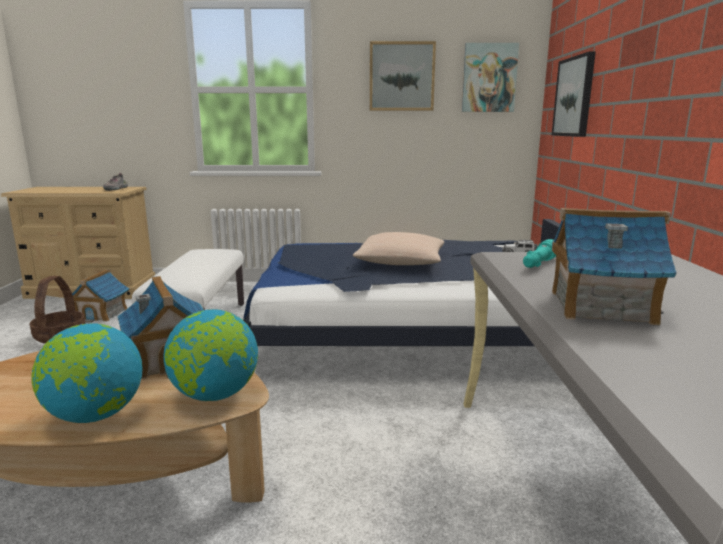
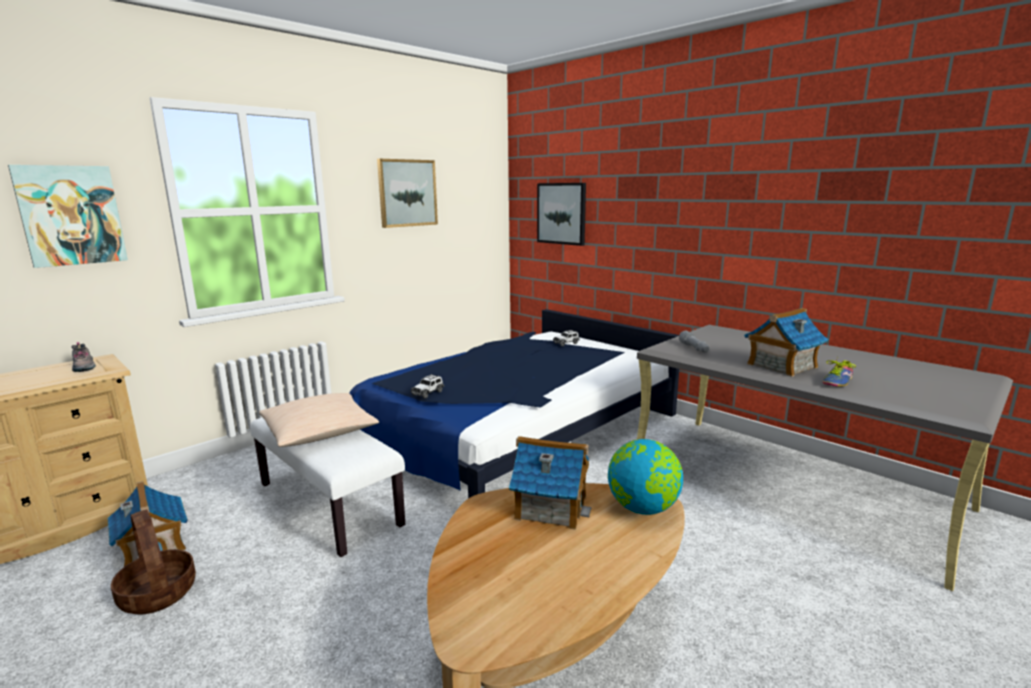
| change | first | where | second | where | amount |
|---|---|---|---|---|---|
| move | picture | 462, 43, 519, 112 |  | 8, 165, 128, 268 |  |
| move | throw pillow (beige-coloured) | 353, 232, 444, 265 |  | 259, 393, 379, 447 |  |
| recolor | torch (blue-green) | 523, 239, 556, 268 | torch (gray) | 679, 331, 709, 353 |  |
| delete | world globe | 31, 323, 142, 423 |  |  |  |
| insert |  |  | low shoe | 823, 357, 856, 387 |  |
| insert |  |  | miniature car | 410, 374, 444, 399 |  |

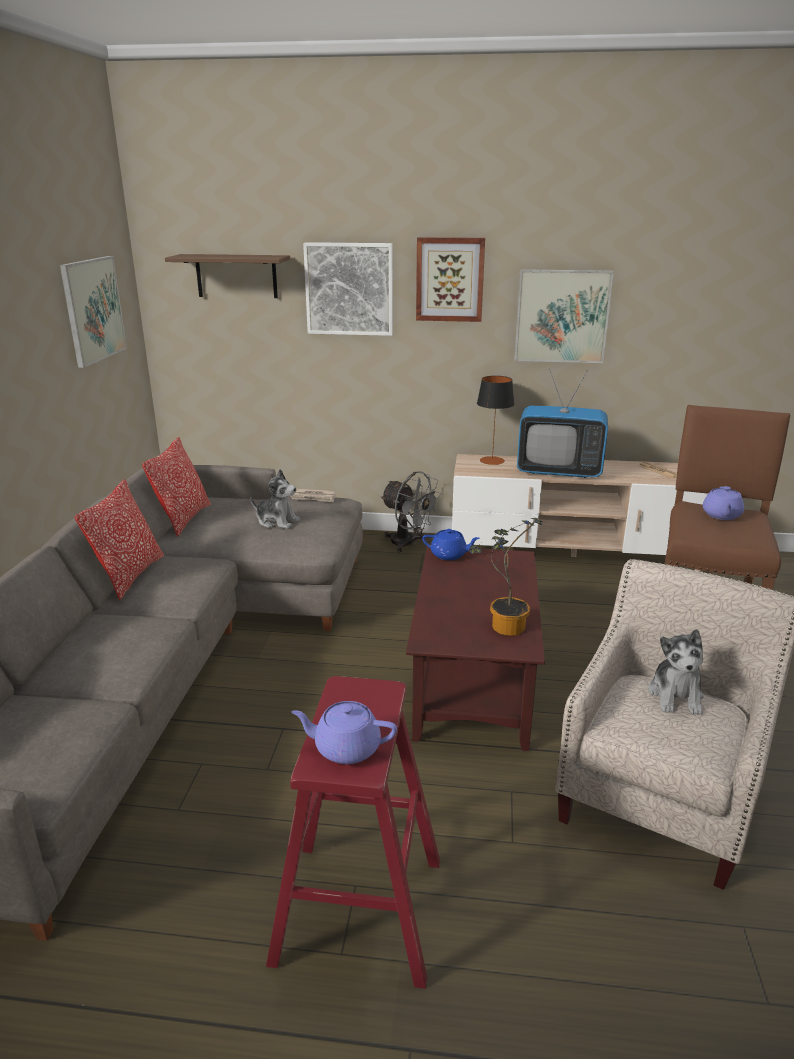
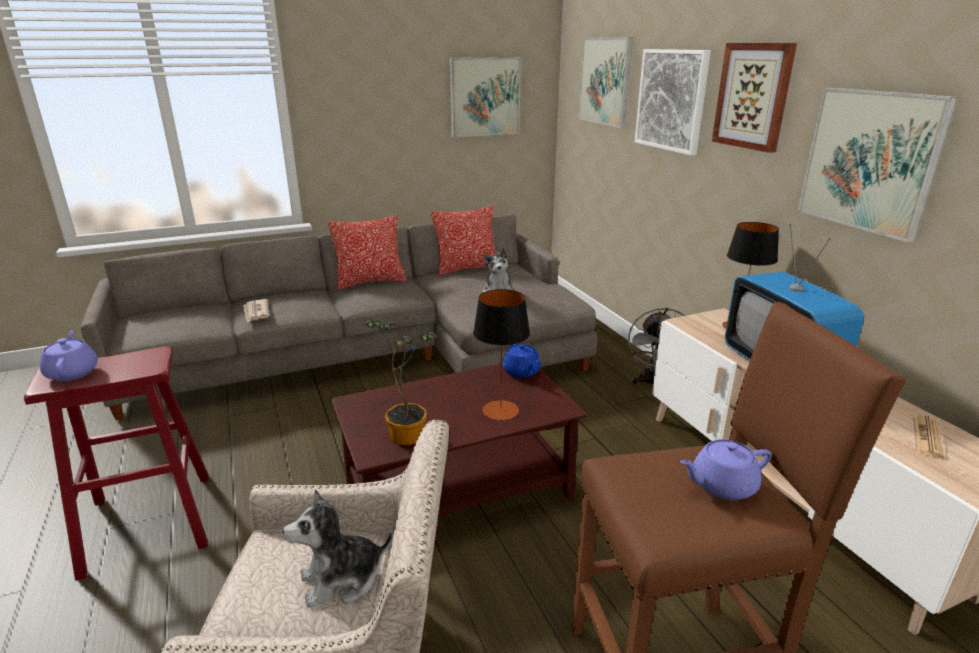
| change | first | where | second | where | amount |
|---|---|---|---|---|---|
| replace | wall shelf | 165, 254, 290, 298 | picture | 579, 37, 633, 128 |  |
| move | newspaper | 291, 488, 336, 502 |  | 243, 299, 269, 322 |  |
| insert |  |  | table lamp | 473, 289, 530, 420 |  |

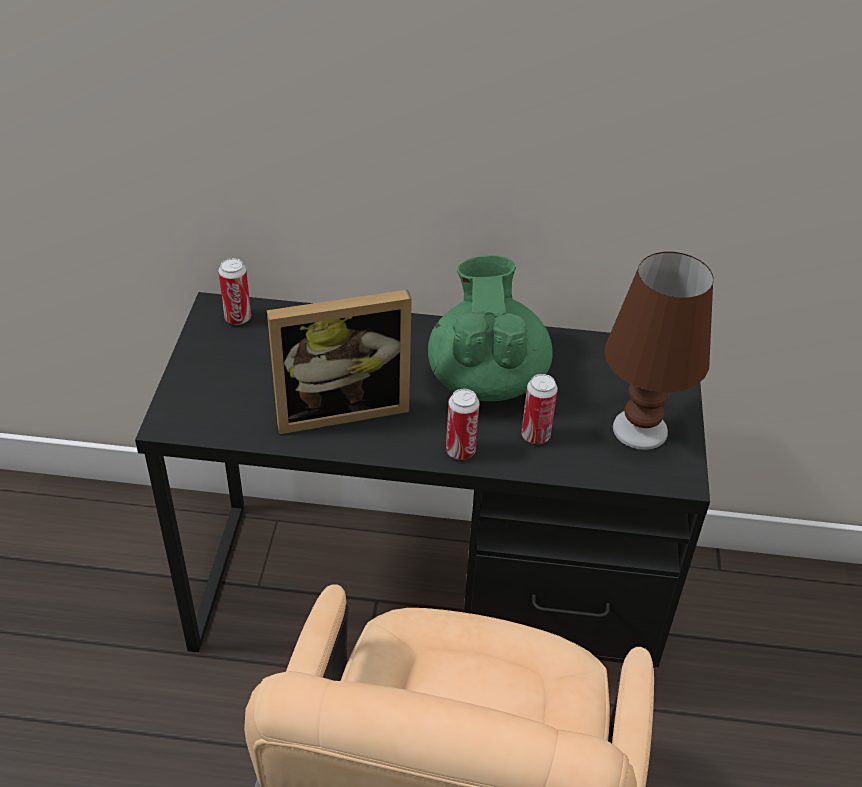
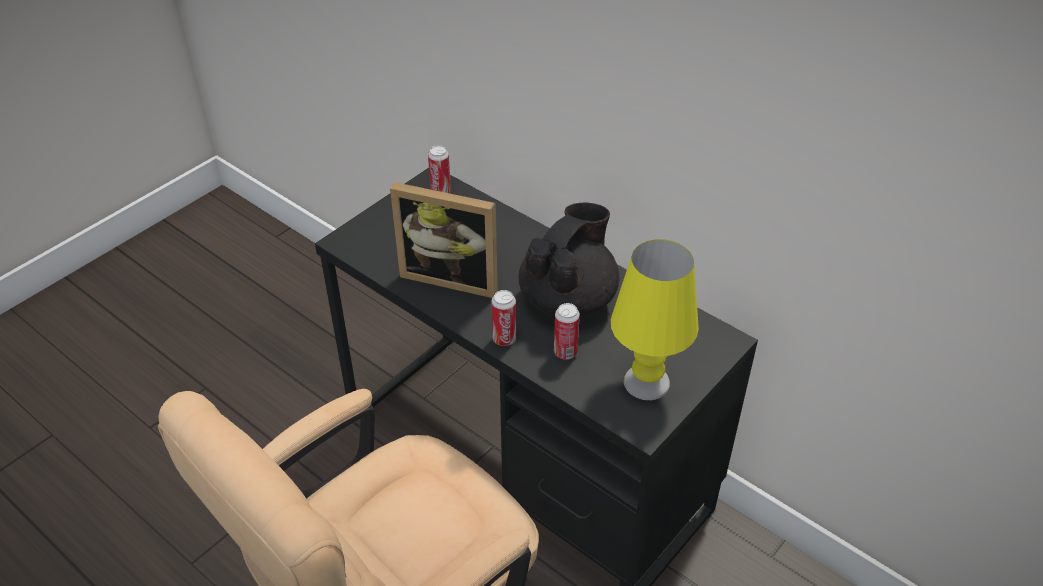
| change | first | where | second | where | amount |
|---|---|---|---|---|---|
| recolor | table lamp (brownish) | 605, 252, 713, 450 | table lamp (yellow-coloured) | 611, 239, 699, 400 |  |
| recolor | tea pot (green-coloured) | 428, 255, 553, 401 | tea pot (black) | 519, 203, 619, 317 |  |

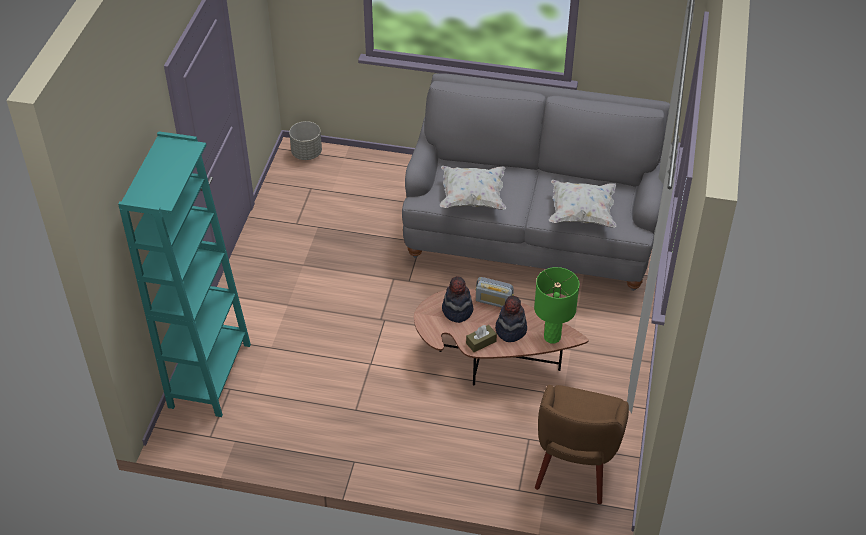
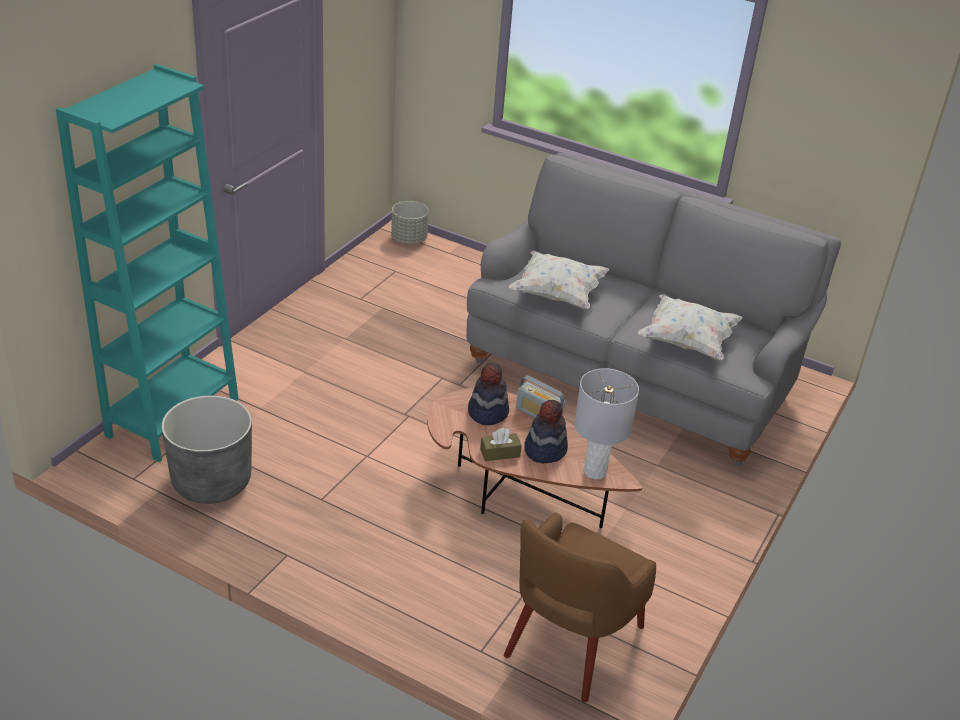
| change | first | where | second | where | amount |
|---|---|---|---|---|---|
| recolor | table lamp (green-coloured) | 534, 267, 579, 344 | table lamp (gray) | 574, 368, 639, 479 |  |
| insert |  |  | plant pot (gray) | 161, 395, 252, 504 |  |

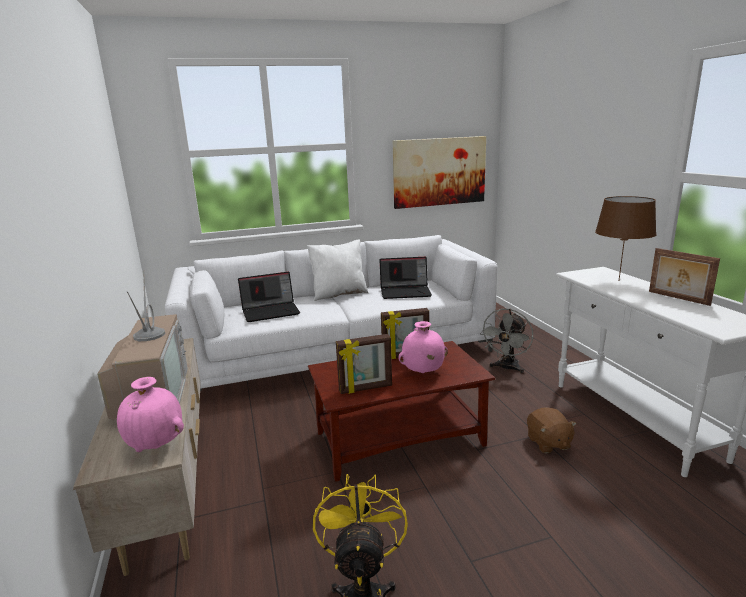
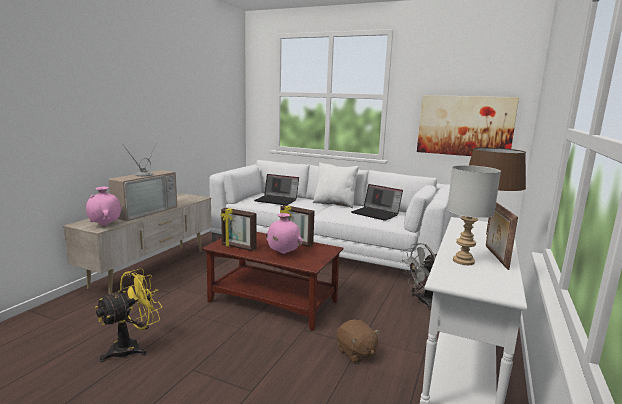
| change | first | where | second | where | amount |
|---|---|---|---|---|---|
| rotate | cuddly toy (brownish) | 527, 408, 577, 454 |  | 337, 320, 380, 363 | 60 degrees counterclockwise |
| insert |  |  | table lamp (gray) | 447, 165, 501, 265 |  |

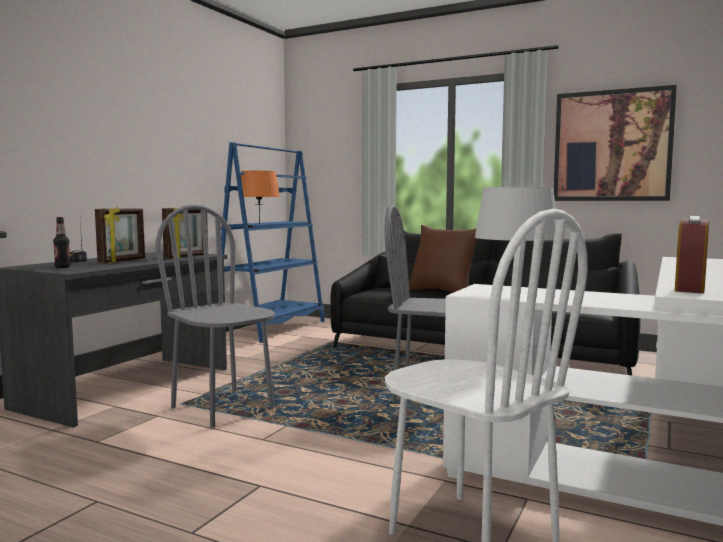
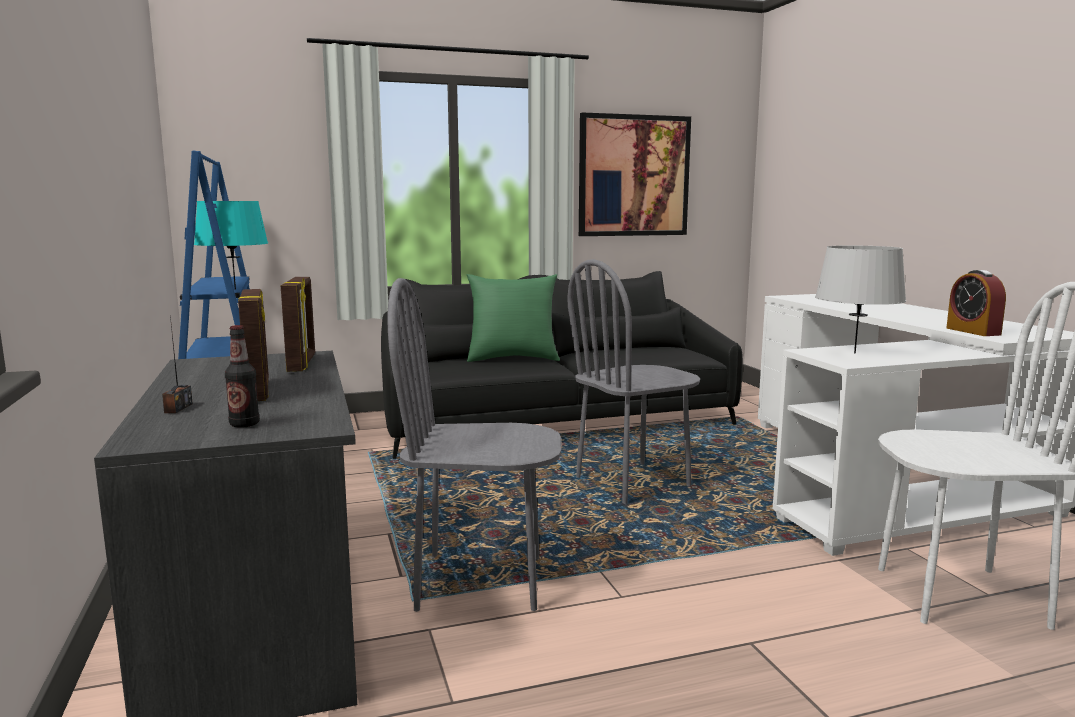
| change | first | where | second | where | amount |
|---|---|---|---|---|---|
| recolor | table lamp (orangey) | 238, 171, 280, 224 | table lamp (blue-green) | 194, 201, 268, 289 |  |
| recolor | throw pillow (brownish) | 409, 225, 478, 293 | throw pillow (green-coloured) | 467, 274, 560, 362 |  |

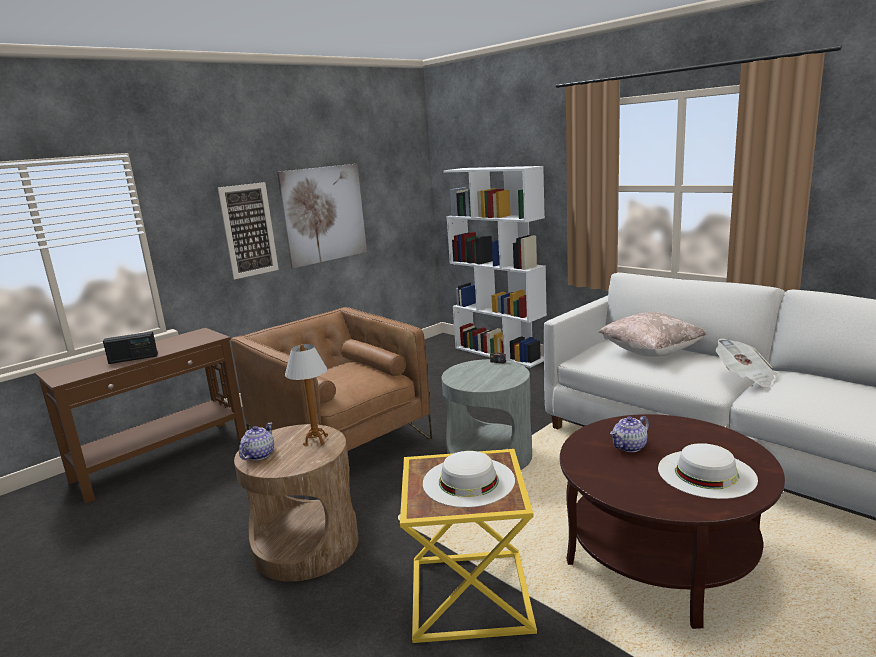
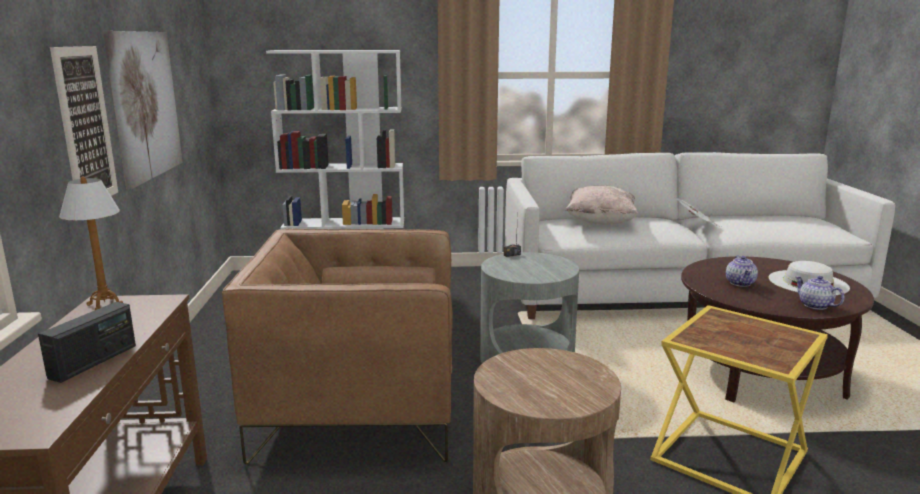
| change | first | where | second | where | amount |
|---|---|---|---|---|---|
| move | table lamp | 285, 344, 328, 446 |  | 59, 176, 123, 310 |  |
| move | tea pot | 239, 423, 274, 460 |  | 795, 276, 844, 310 |  |
| delete | wearable hat (white) | 423, 451, 515, 508 |  |  |  |

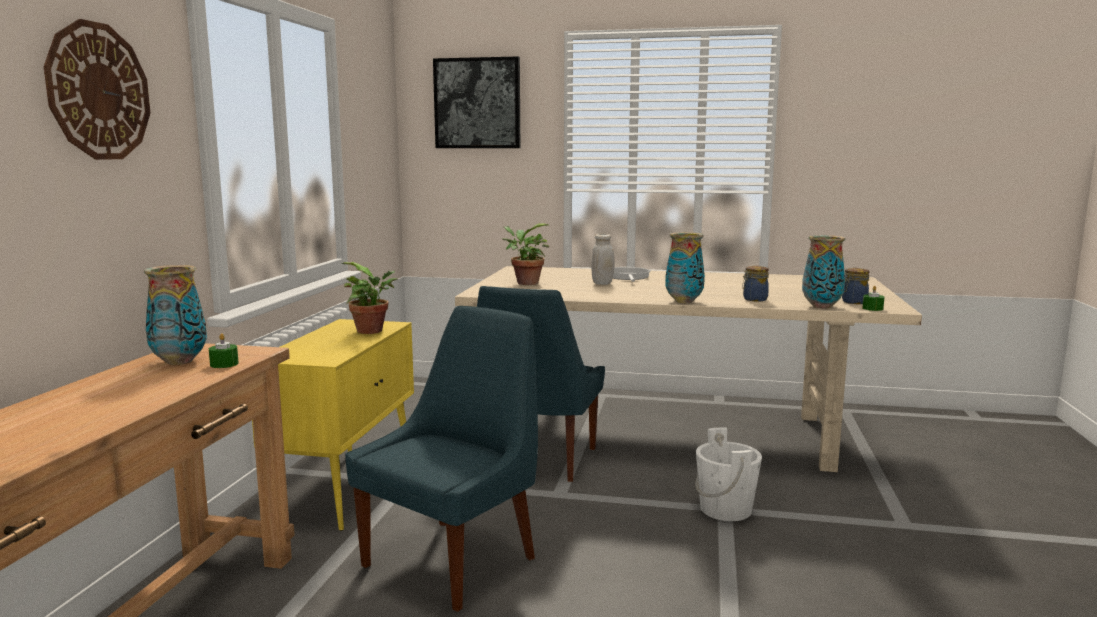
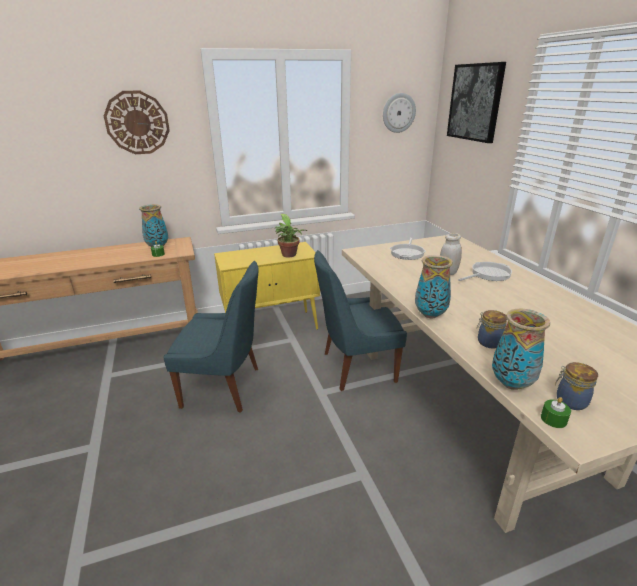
| change | first | where | second | where | amount |
|---|---|---|---|---|---|
| replace | houseplant | 502, 223, 550, 285 | frying pan | 390, 237, 426, 260 |  |
| delete | bucket (white) | 695, 428, 762, 521 |  |  |  |
| insert |  |  | wall clock | 383, 93, 416, 133 |  |

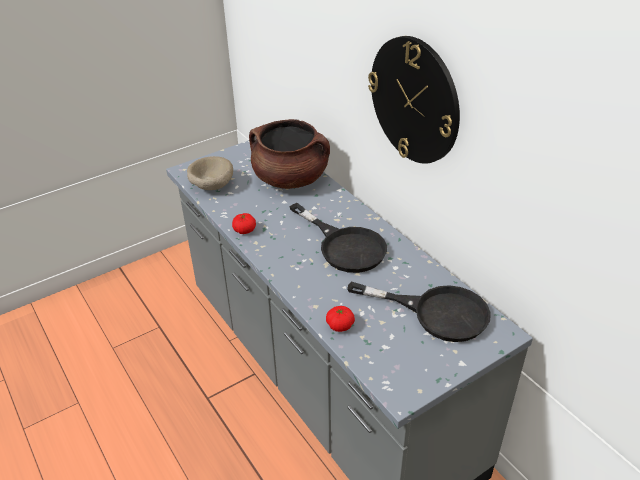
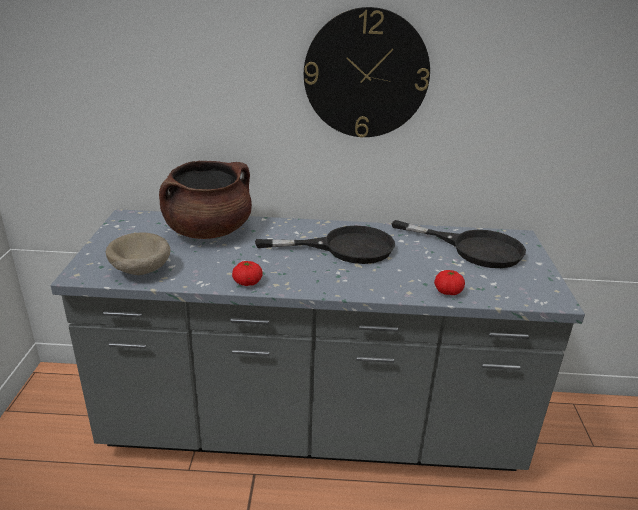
| change | first | where | second | where | amount |
|---|---|---|---|---|---|
| rotate | frying pan (black) | 347, 281, 491, 342 |  | 392, 220, 526, 268 | 60 degrees clockwise |

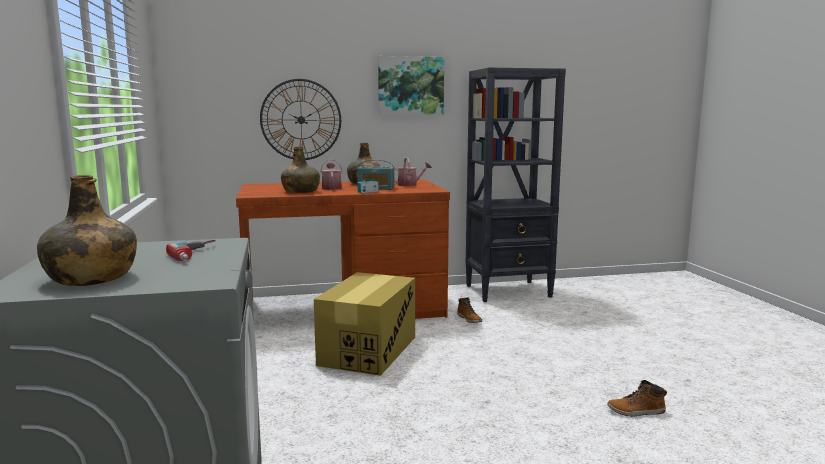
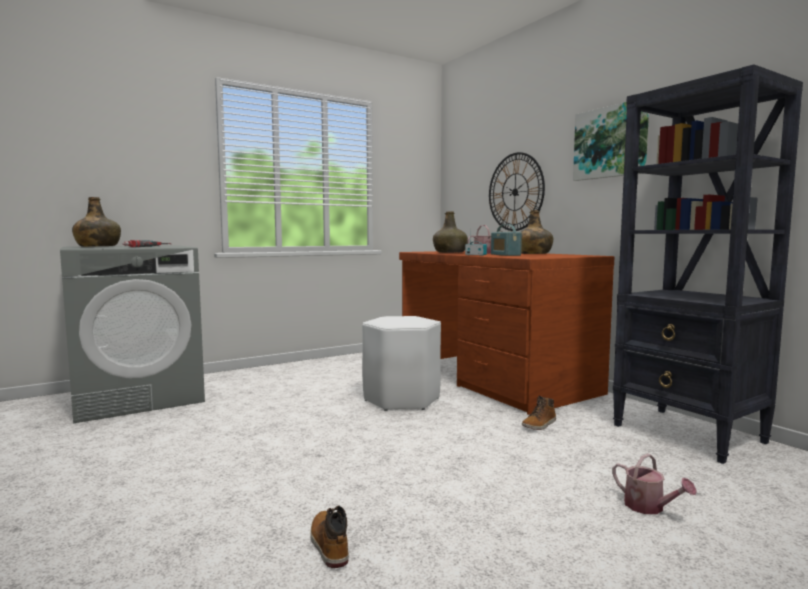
| change | first | where | second | where | amount |
|---|---|---|---|---|---|
| move | watering can | 394, 157, 432, 186 |  | 612, 453, 697, 514 |  |
| replace | cardboard box | 314, 272, 415, 376 | stool (white) | 362, 316, 441, 411 |  |

